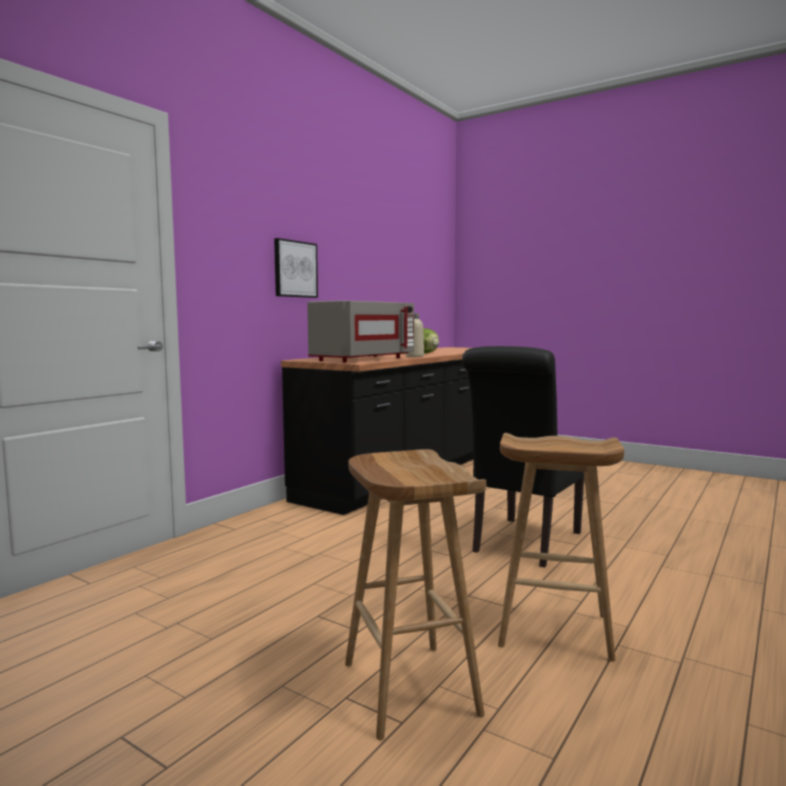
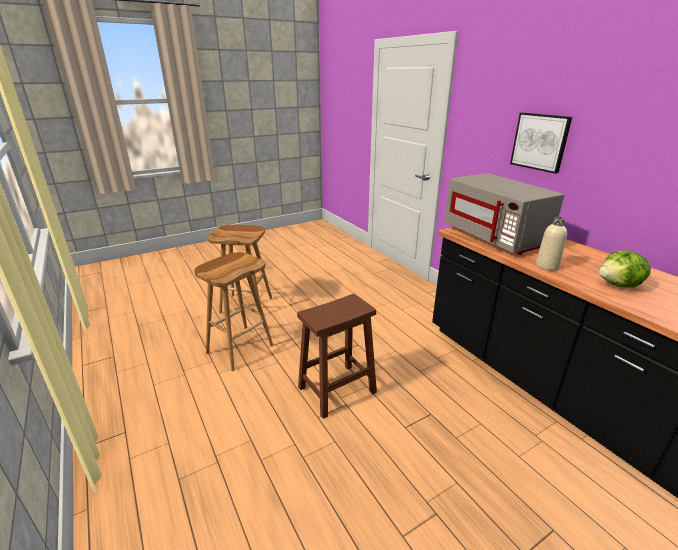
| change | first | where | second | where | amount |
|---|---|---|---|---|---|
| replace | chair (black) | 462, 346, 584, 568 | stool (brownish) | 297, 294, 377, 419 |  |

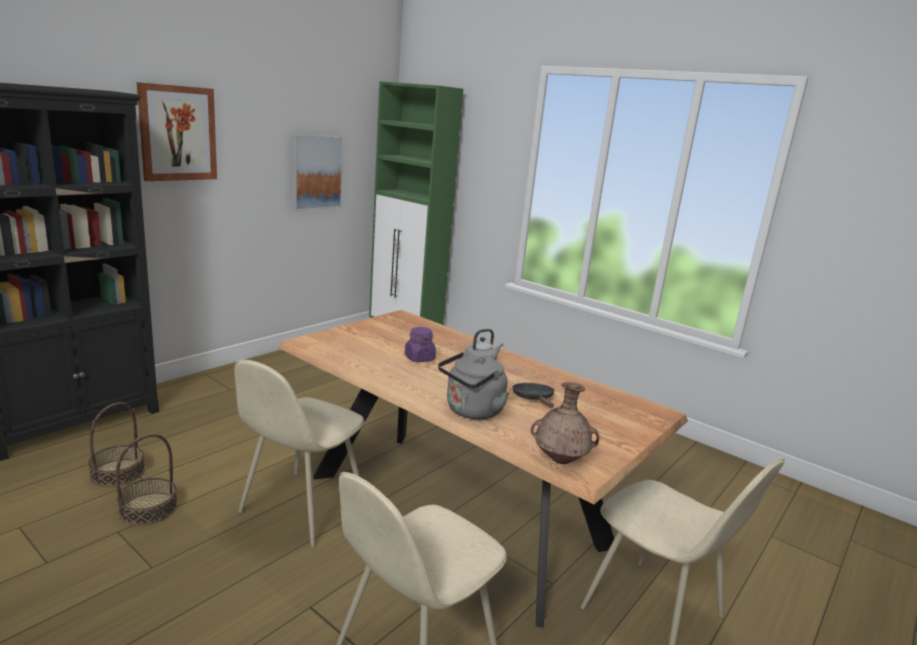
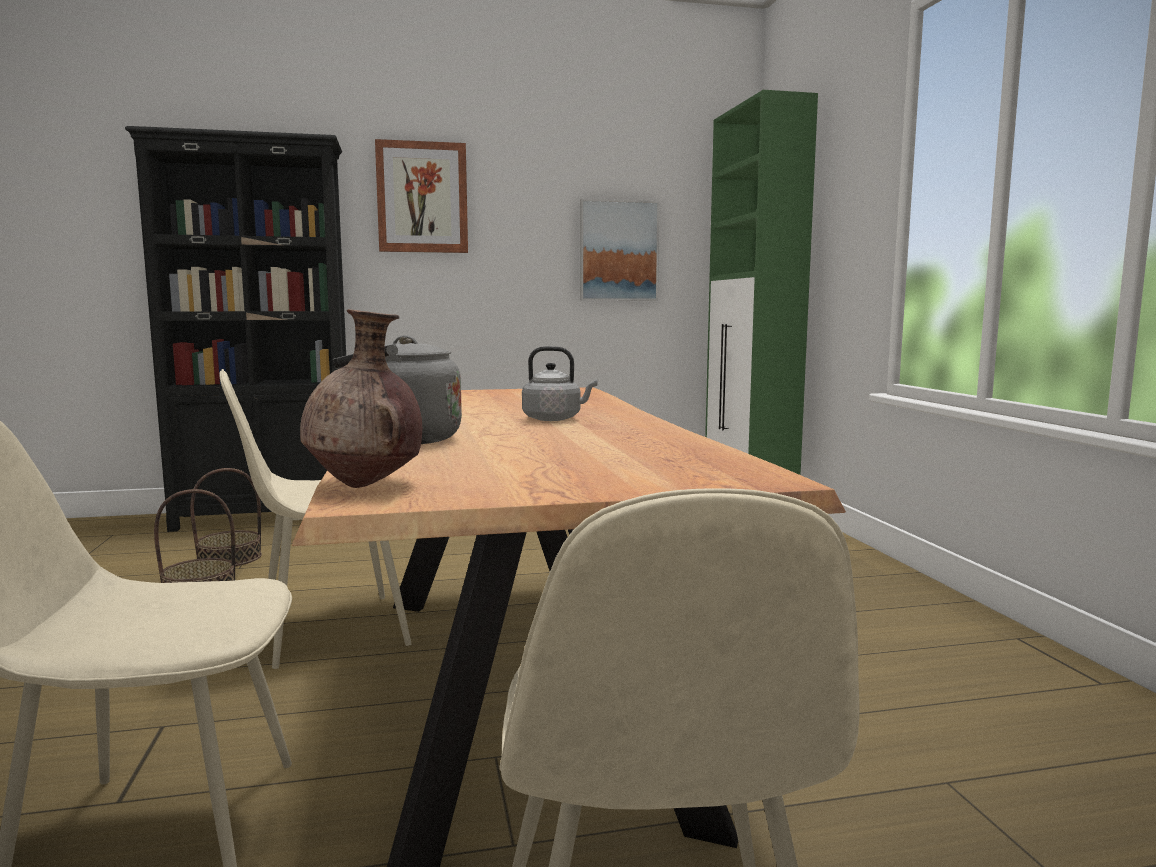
| change | first | where | second | where | amount |
|---|---|---|---|---|---|
| delete | jar (purple-coloured) | 405, 327, 436, 362 |  |  |  |
| delete | frying pan (black) | 512, 383, 555, 408 |  |  |  |

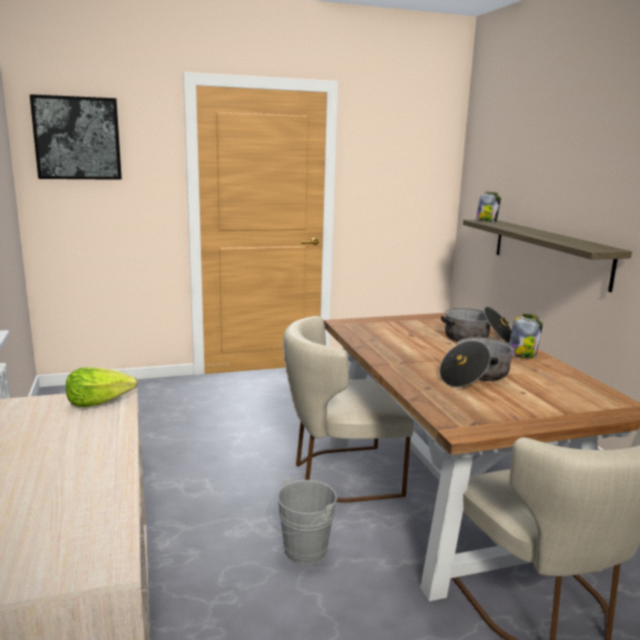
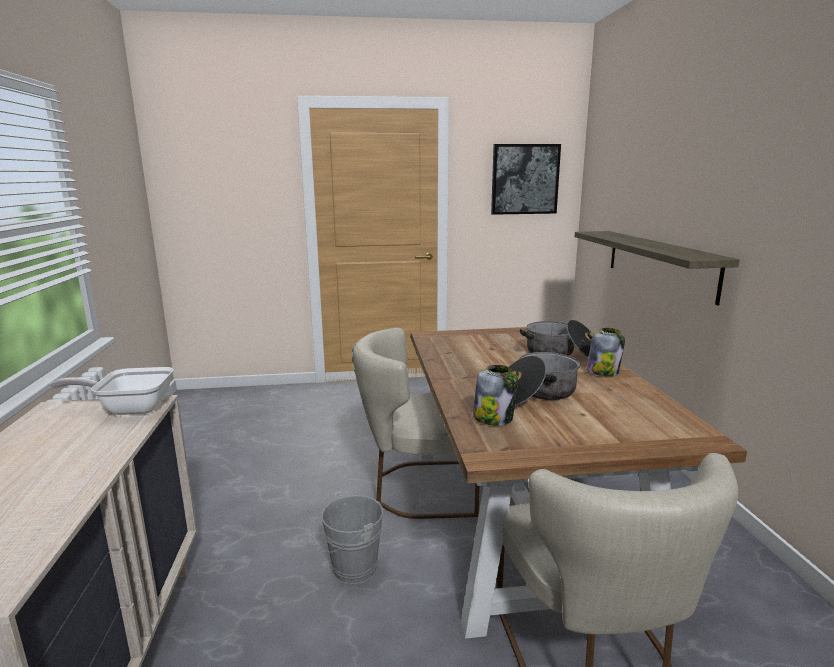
| change | first | where | second | where | amount |
|---|---|---|---|---|---|
| move | picture | 30, 94, 122, 180 |  | 491, 144, 561, 215 |  |
| move | jar | 476, 191, 501, 222 |  | 473, 365, 518, 426 |  |
| replace | head of lettuce | 66, 367, 138, 407 | frying pan | 50, 367, 174, 415 |  |

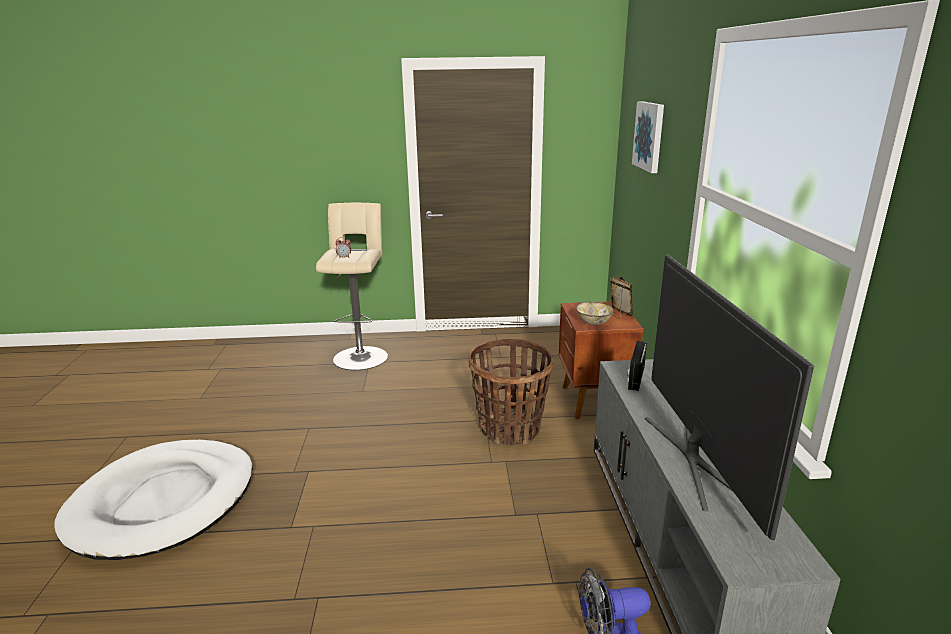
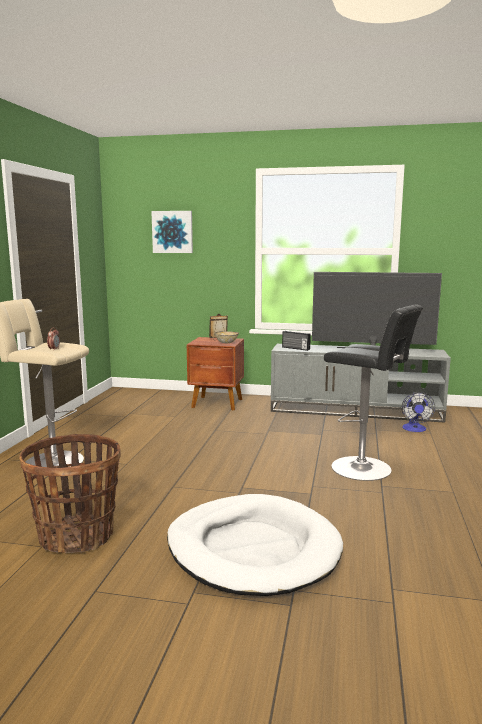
| change | first | where | second | where | amount |
|---|---|---|---|---|---|
| move | household basket | 469, 339, 554, 445 |  | 19, 434, 121, 553 |  |
| insert |  |  | stool (black) | 324, 304, 423, 481 |  |

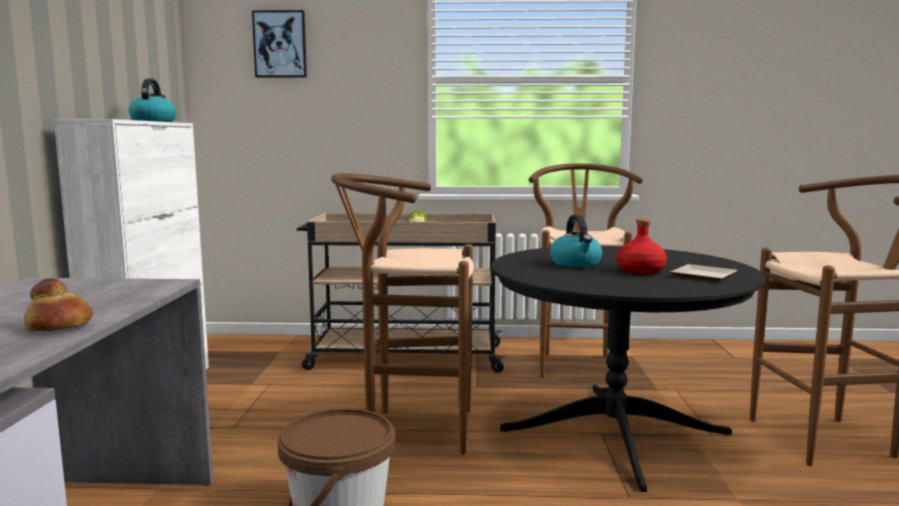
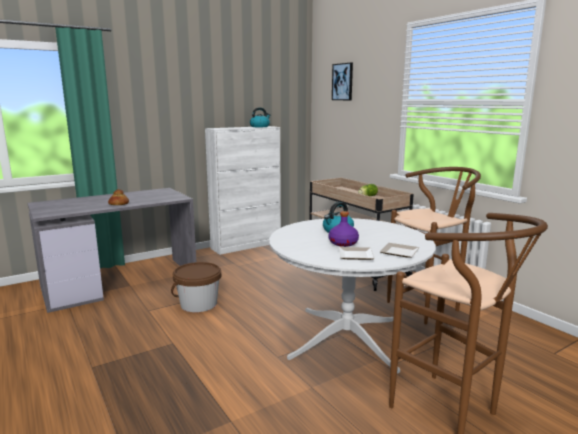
| change | first | where | second | where | amount |
|---|---|---|---|---|---|
| delete | stool (brownish) | 331, 173, 474, 454 |  |  |  |
| recolor | bottle (reddish) | 617, 219, 667, 274 | bottle (purple-coloured) | 329, 211, 359, 247 |  |
| recolor | kitchen table (black) | 491, 246, 766, 492 | kitchen table (white) | 269, 218, 436, 373 |  |
| insert |  |  | flat dish | 380, 243, 419, 258 |  |

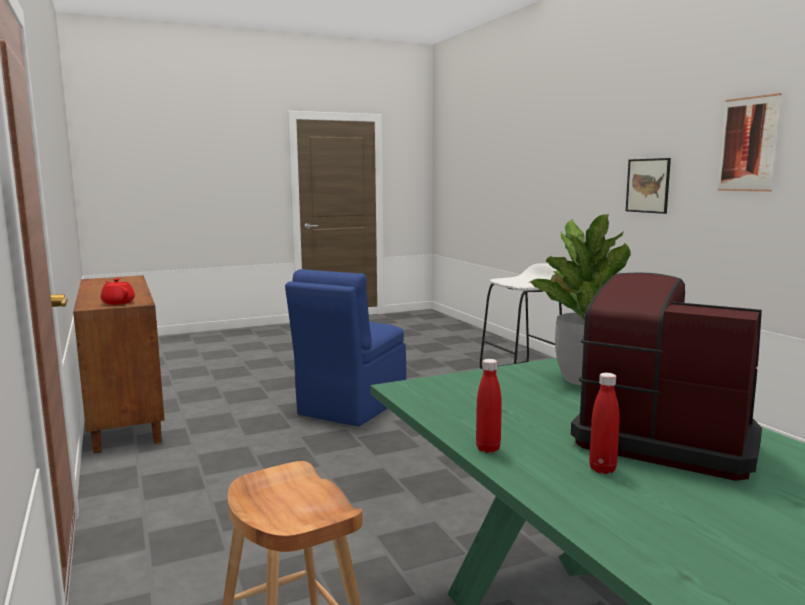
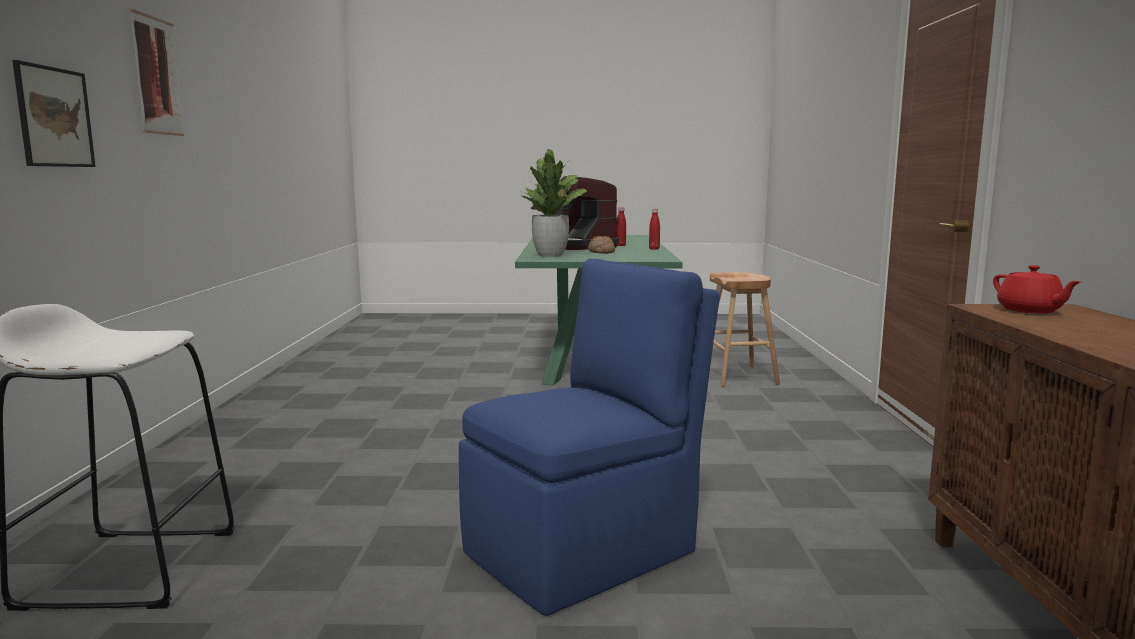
| change | first | where | second | where | amount |
|---|---|---|---|---|---|
| insert |  |  | baked bread | 588, 236, 615, 254 |  |

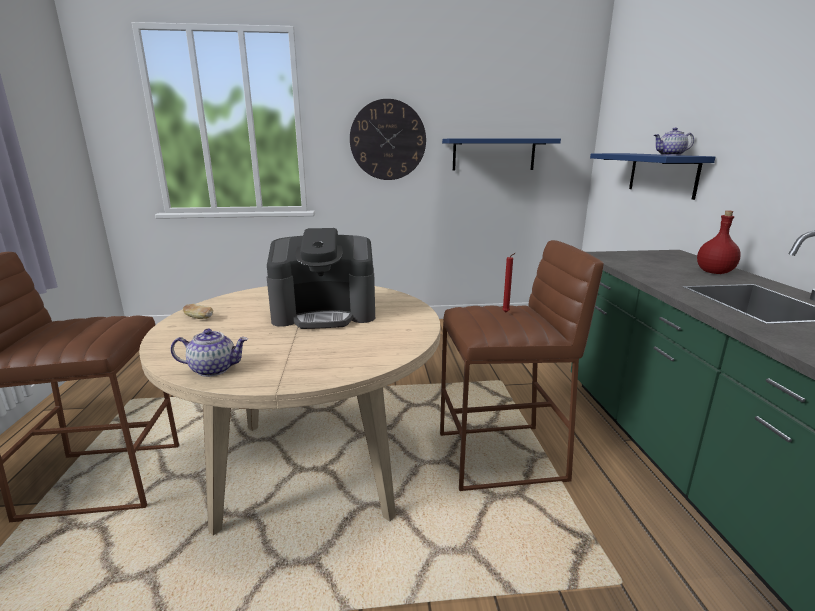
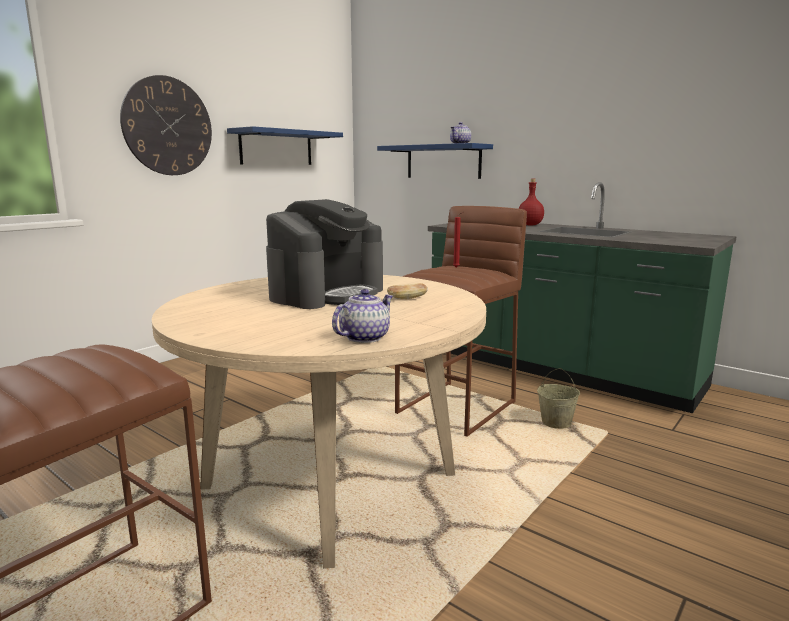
| change | first | where | second | where | amount |
|---|---|---|---|---|---|
| move | baked bread | 183, 304, 213, 319 |  | 387, 283, 428, 299 |  |
| insert |  |  | bucket (beige-coloured) | 537, 368, 580, 429 |  |

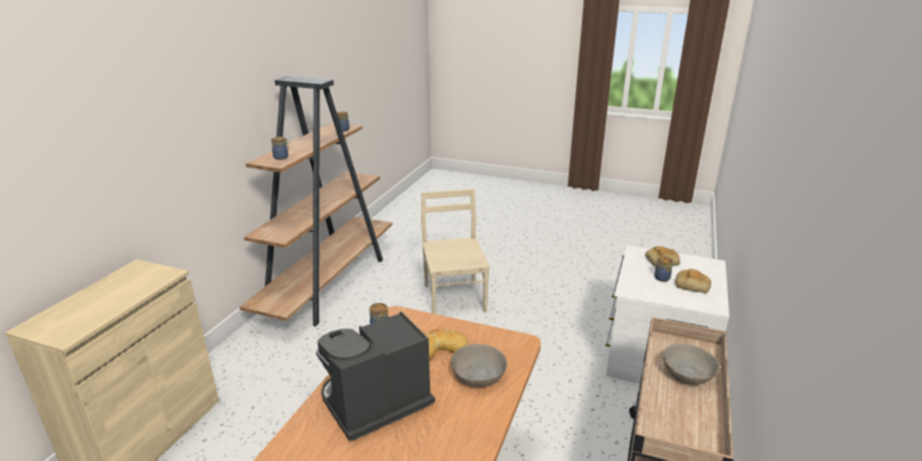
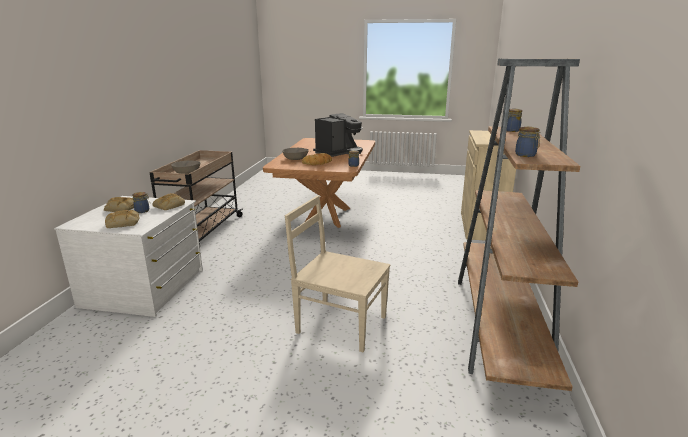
| change | first | where | second | where | amount |
|---|---|---|---|---|---|
| rotate | chair (beige-coloured) | 421, 189, 490, 314 |  | 285, 196, 391, 352 | 135 degrees clockwise |
| insert |  |  | baked bread | 153, 193, 185, 210 |  |

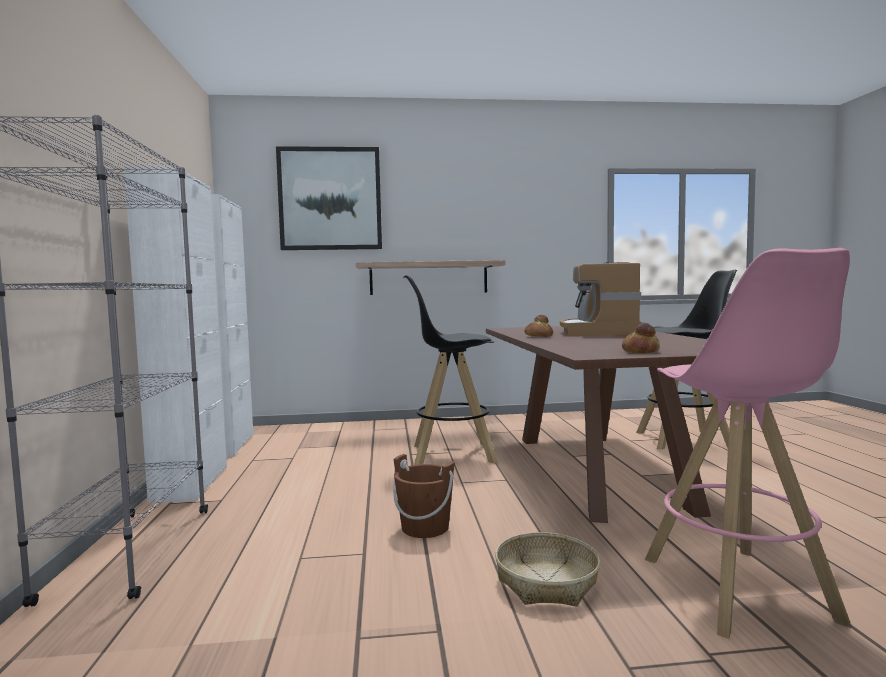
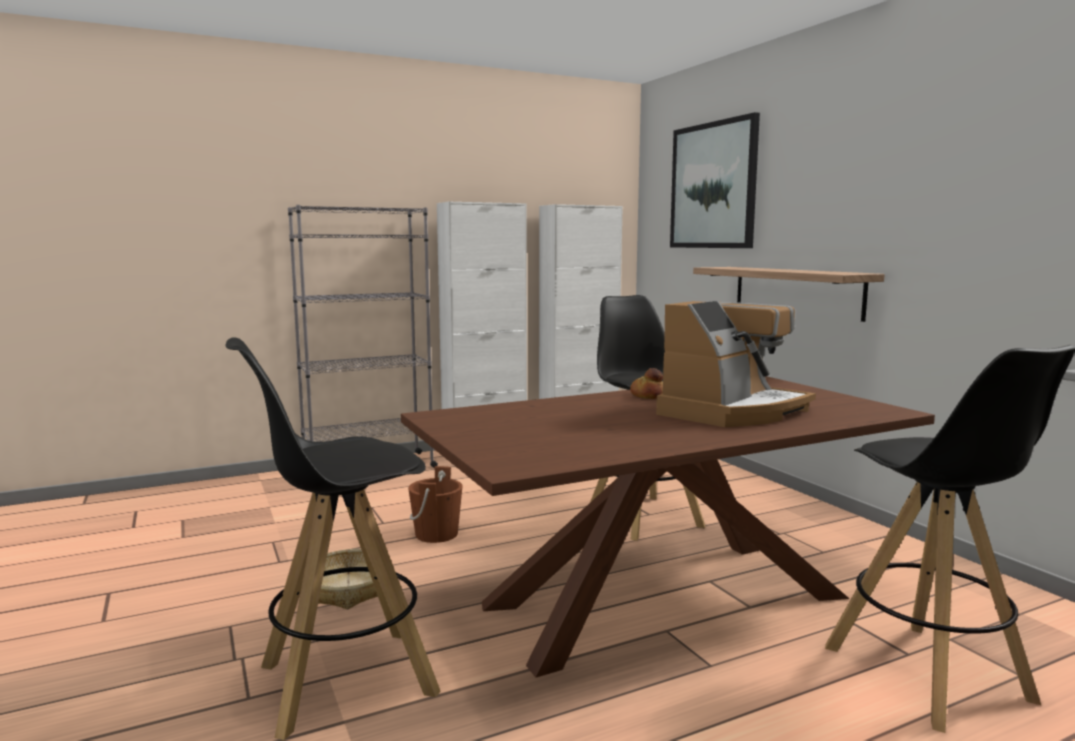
| change | first | where | second | where | amount |
|---|---|---|---|---|---|
| recolor | stool (pinkish) | 645, 248, 851, 639 | stool (black) | 226, 337, 441, 740 |  |
| rotate | coffee maker | 560, 262, 642, 336 |  | 656, 301, 816, 427 | 150 degrees clockwise |
| delete | baked bread | 622, 323, 660, 353 |  |  |  |

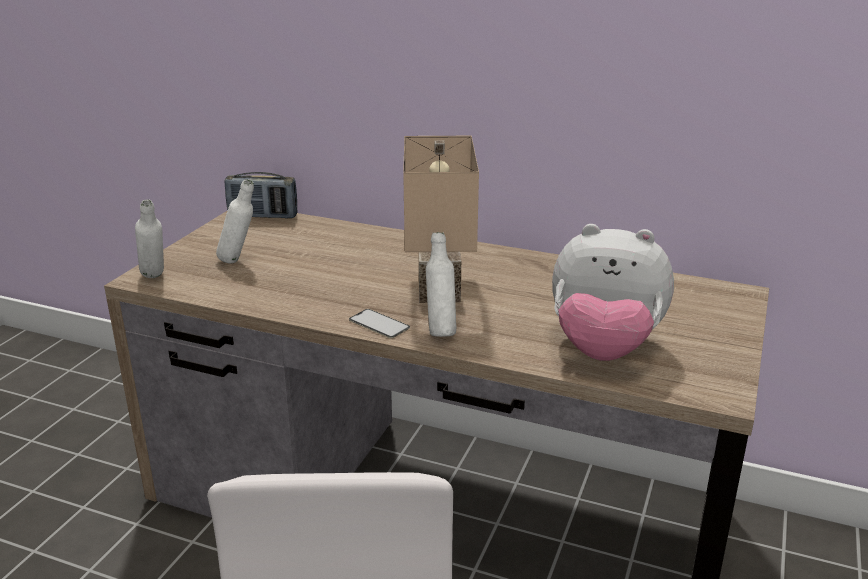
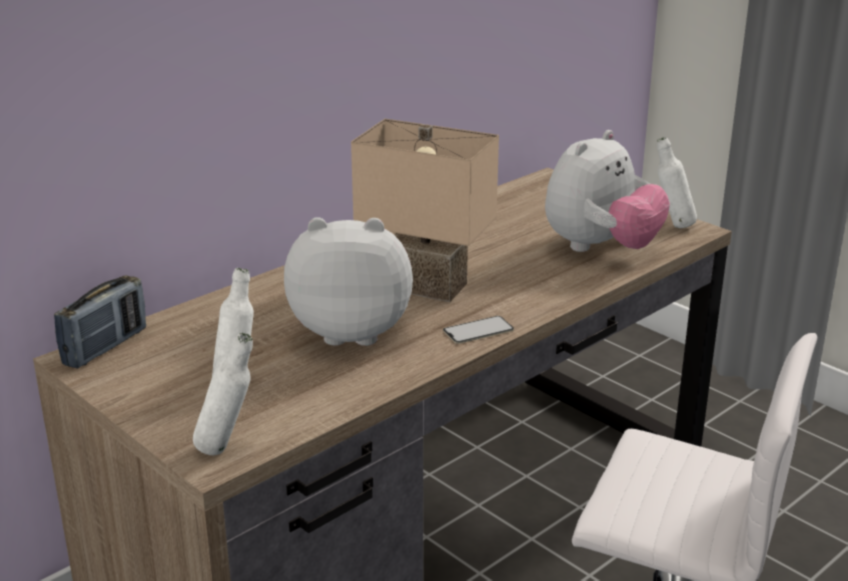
| change | first | where | second | where | amount |
|---|---|---|---|---|---|
| move | bottle (white) | 426, 232, 456, 337 |  | 657, 137, 697, 228 |  |
| insert |  |  | cuddly toy | 284, 217, 413, 346 |  |

